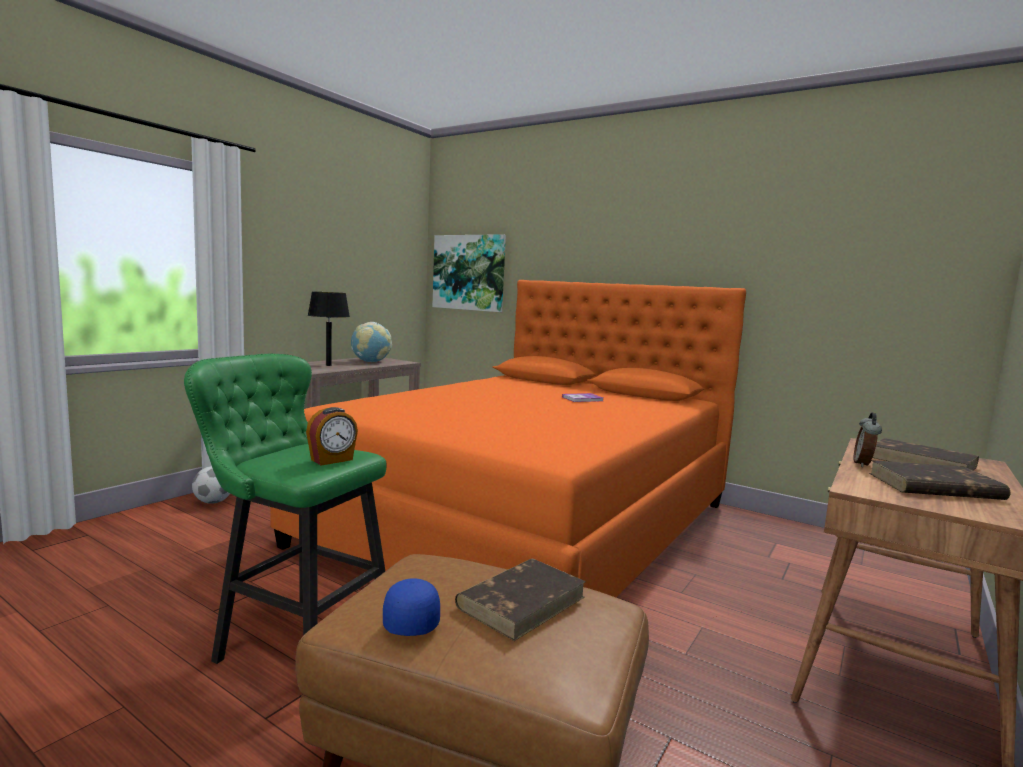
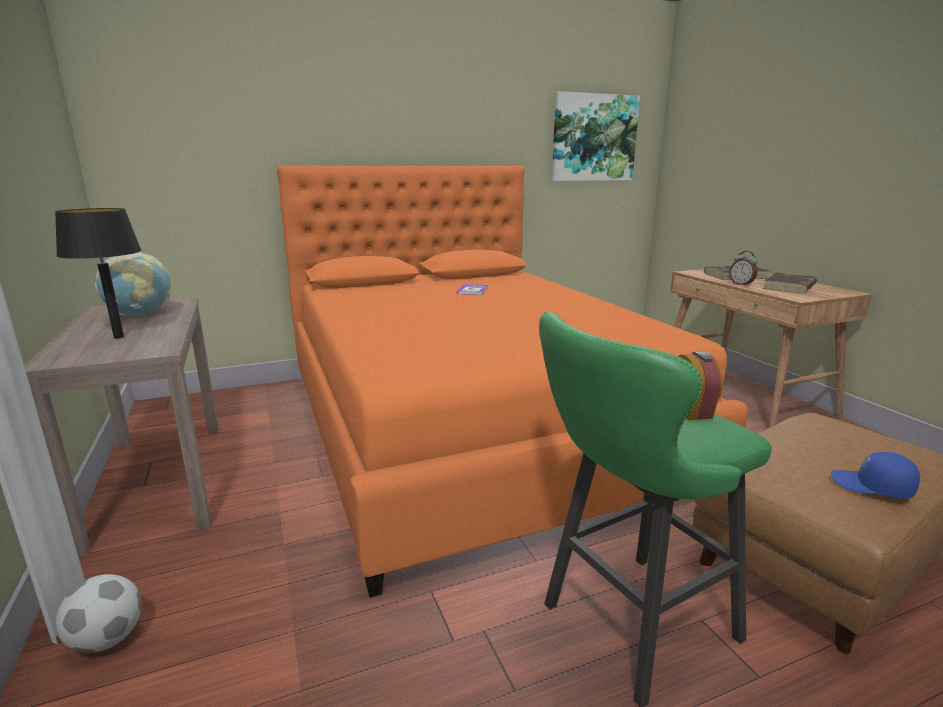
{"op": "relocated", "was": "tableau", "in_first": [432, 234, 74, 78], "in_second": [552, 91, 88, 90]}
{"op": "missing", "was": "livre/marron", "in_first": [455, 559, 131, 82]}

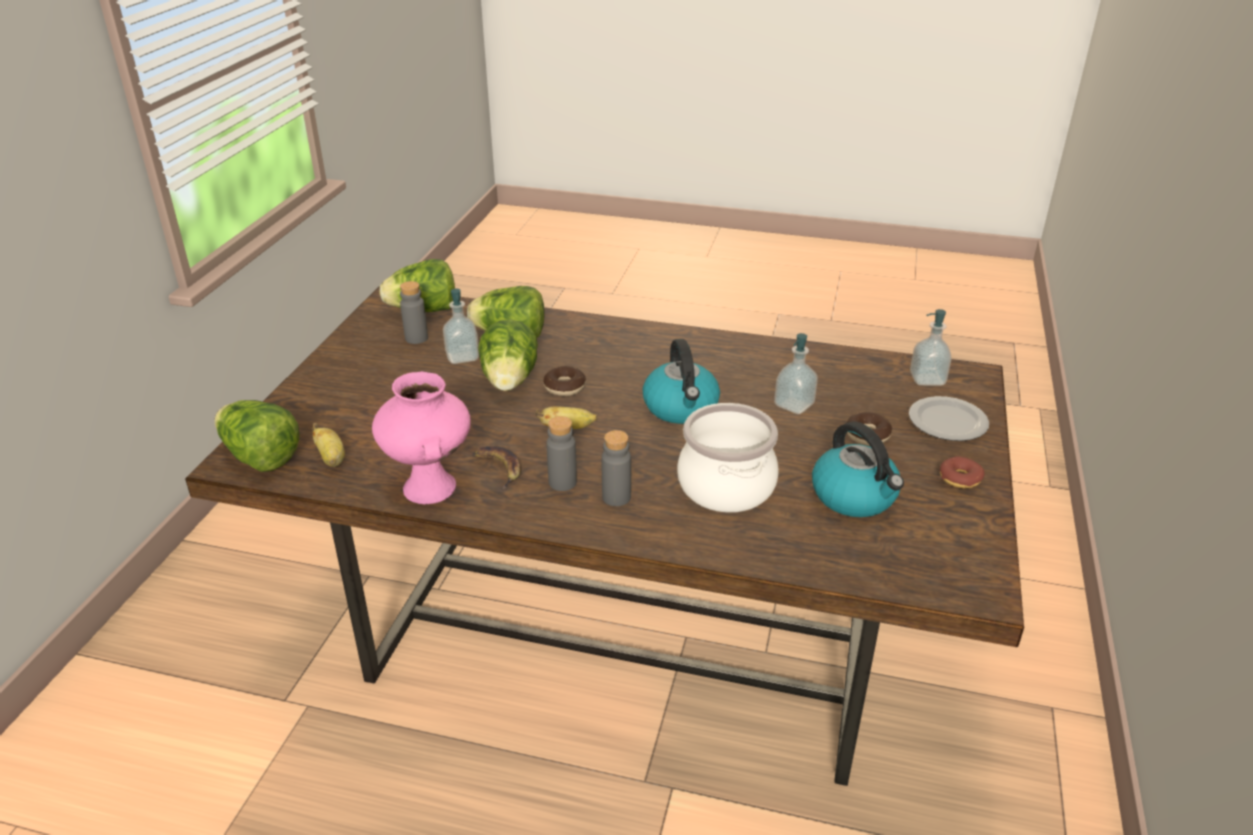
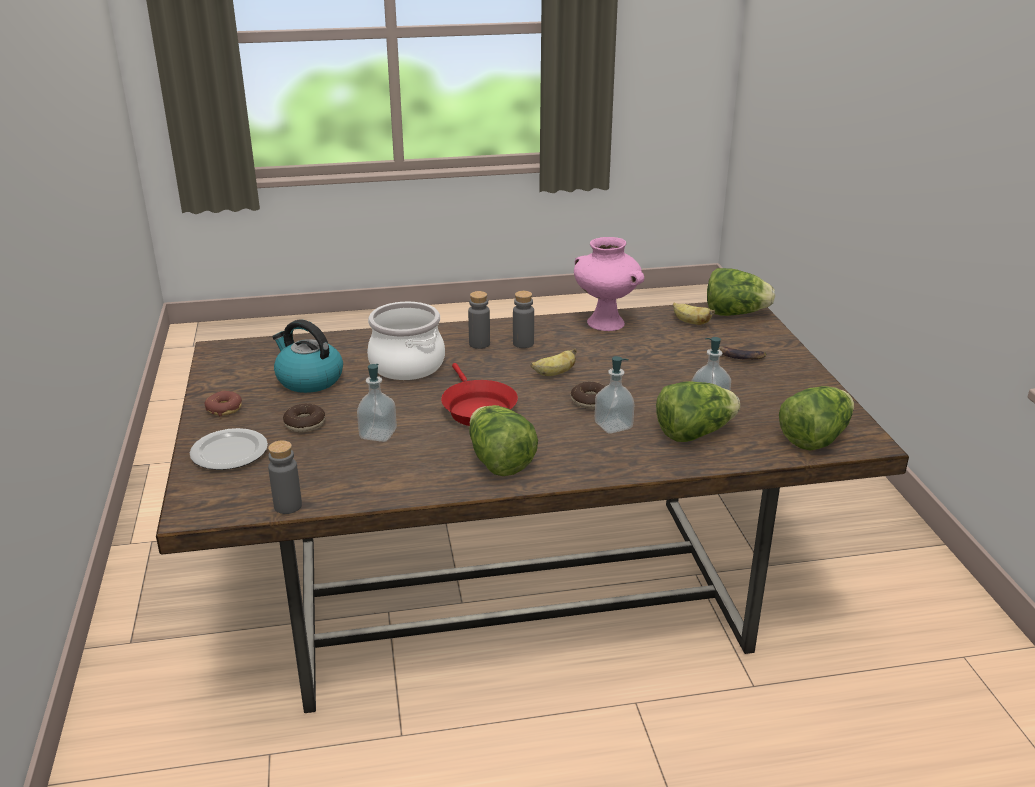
{"op": "relocated", "was": "bouteille/gris", "in_first": [400, 281, 28, 63], "in_second": [268, 440, 34, 74]}
{"op": "exchanged", "was": "bouilloire", "now": "poêle/rouge", "in_first": [643, 339, 77, 85], "in_second": [441, 363, 77, 63]}
{"op": "relocated", "was": "laitue", "in_first": [478, 319, 60, 72], "in_second": [469, 405, 69, 71]}
{"op": "relocated", "was": "distributeur de savon", "in_first": [910, 309, 42, 77], "in_second": [595, 356, 40, 78]}
{"op": "relocated", "was": "banane", "in_first": [472, 446, 49, 44], "in_second": [719, 345, 48, 15]}

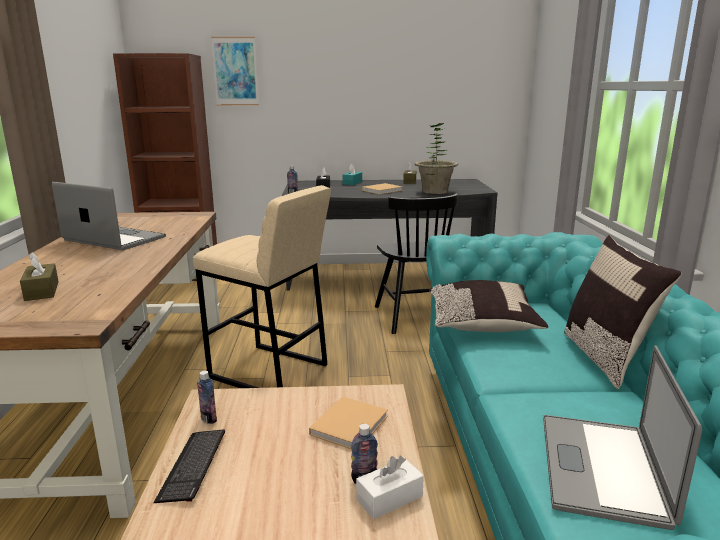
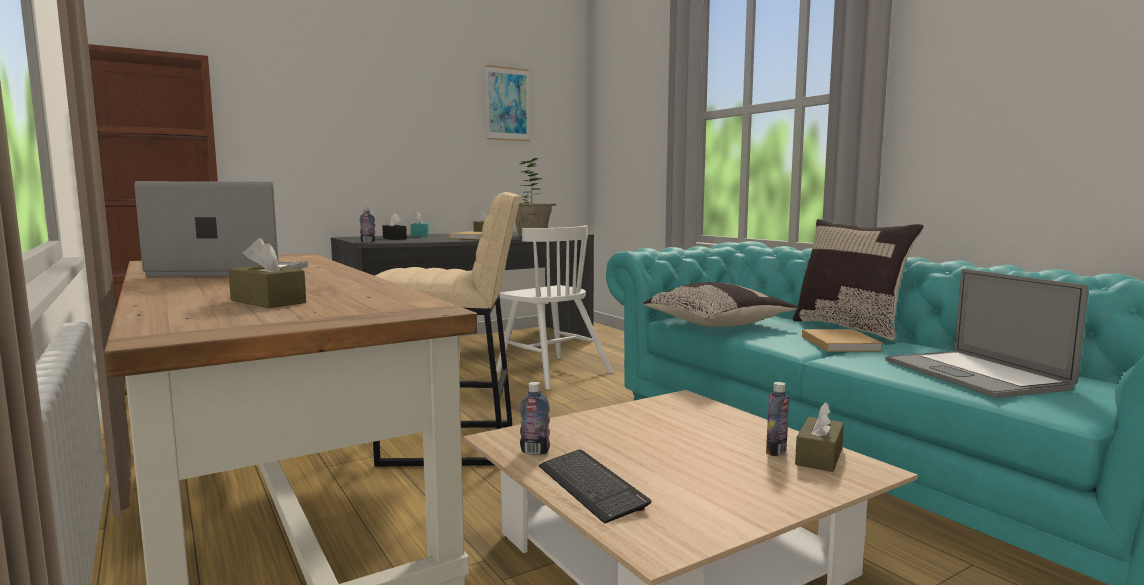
{"op": "relocated", "was": "tableau", "in_first": [211, 37, 48, 68], "in_second": [486, 65, 43, 76]}
{"op": "colour", "was": "chaise/noir", "now": "chaise/blanc", "in_first": [375, 194, 83, 140], "in_second": [496, 225, 117, 165]}
{"op": "colour", "was": "boîte à mouchoirs/blanc", "now": "boîte à mouchoirs/marron", "in_first": [356, 456, 68, 63], "in_second": [795, 402, 49, 70]}
{"op": "relocated", "was": "livre/beige", "in_first": [309, 396, 79, 53], "in_second": [802, 329, 81, 23]}

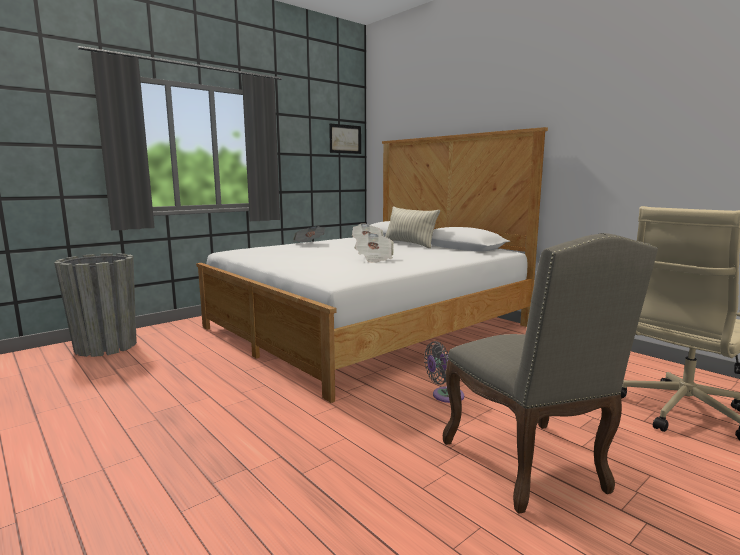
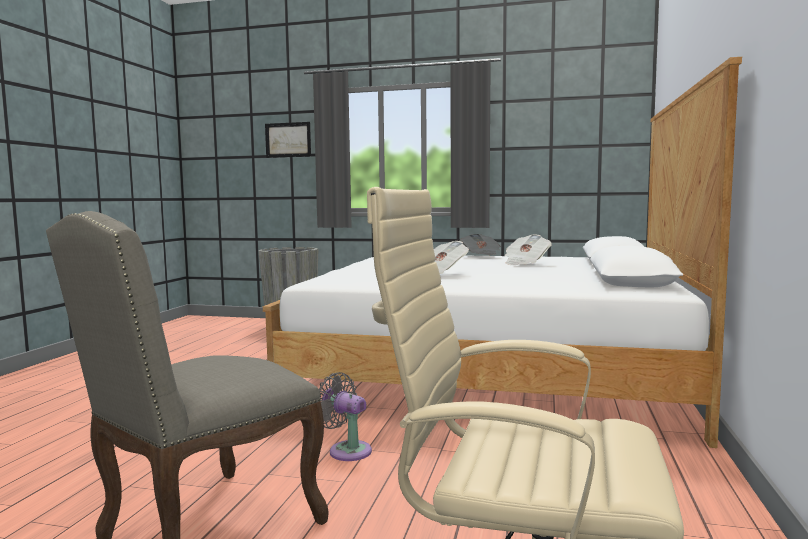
{"op": "relocated", "was": "tableau", "in_first": [329, 123, 32, 31], "in_second": [265, 122, 46, 36]}
{"op": "missing", "was": "coussin", "in_first": [385, 207, 55, 41]}

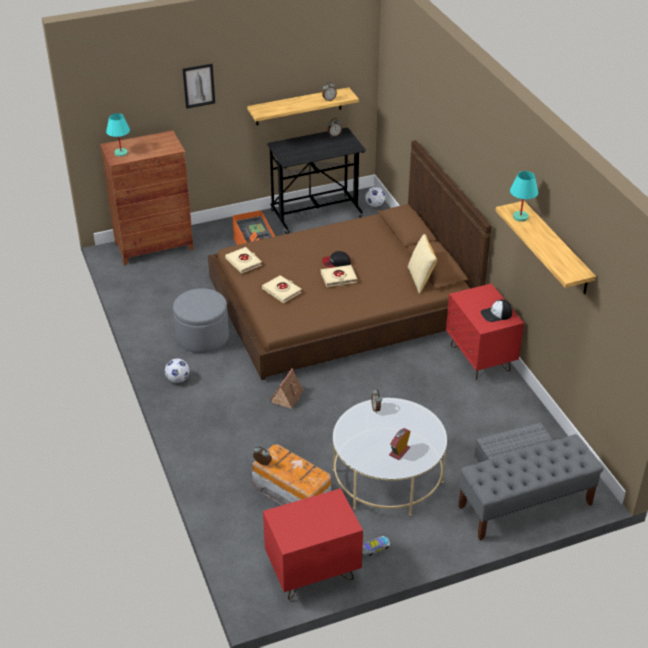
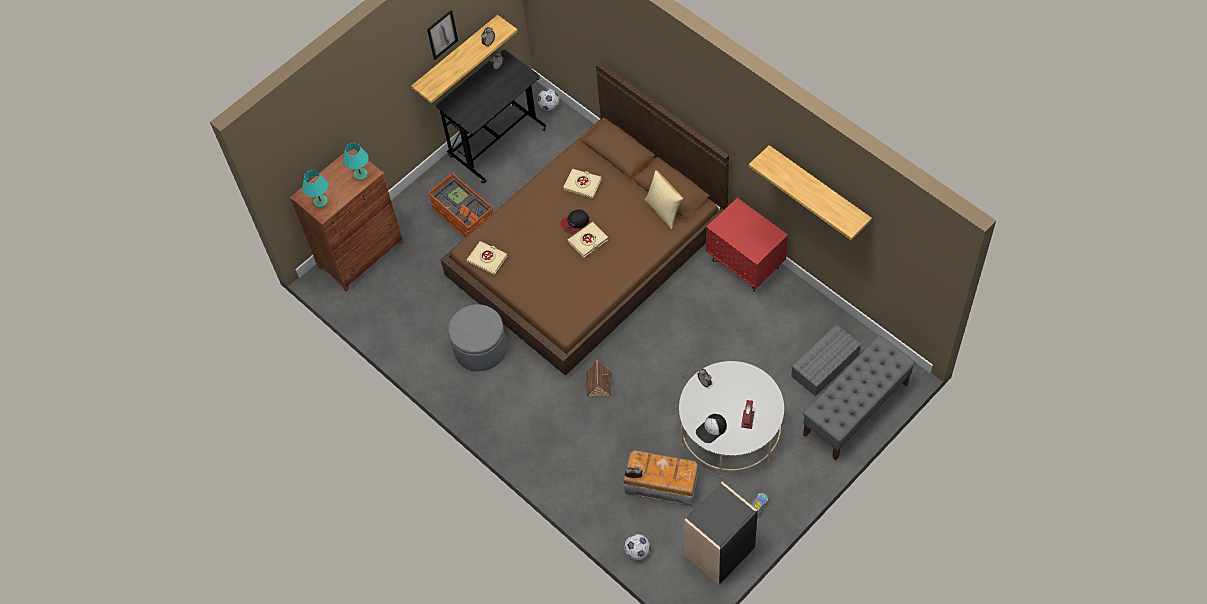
{"op": "relocated", "was": "lampe de table/turquoise", "in_first": [510, 171, 28, 51], "in_second": [343, 143, 25, 38]}
{"op": "relocated", "was": "tableau", "in_first": [183, 64, 32, 45], "in_second": [427, 10, 31, 50]}
{"op": "relocated", "was": "livre/beige", "in_first": [262, 275, 40, 28], "in_second": [563, 169, 39, 30]}
{"op": "relocated", "was": "ballon de foot", "in_first": [165, 358, 24, 25], "in_second": [624, 534, 26, 26]}
{"op": "exchanged", "was": "table de chevet/rouge", "now": "bibliothèque/noir", "in_first": [263, 488, 100, 112], "in_second": [684, 482, 74, 103]}
{"op": "relocated", "was": "casquette", "in_first": [481, 299, 31, 23], "in_second": [696, 414, 31, 29]}

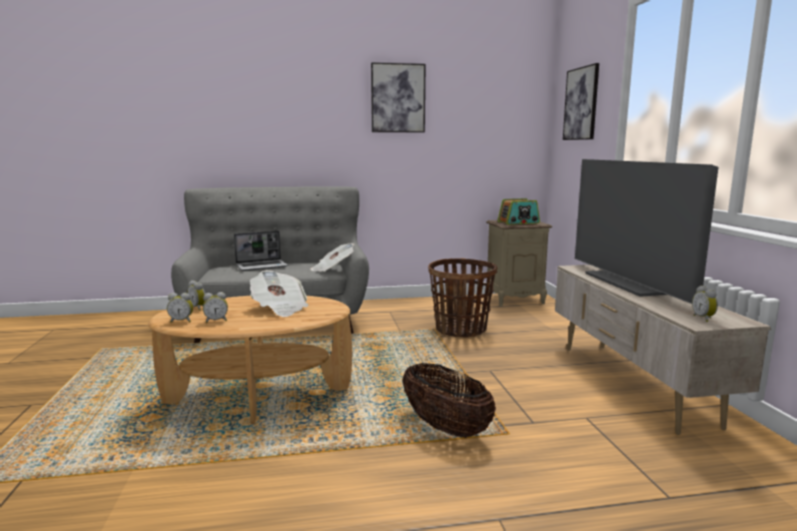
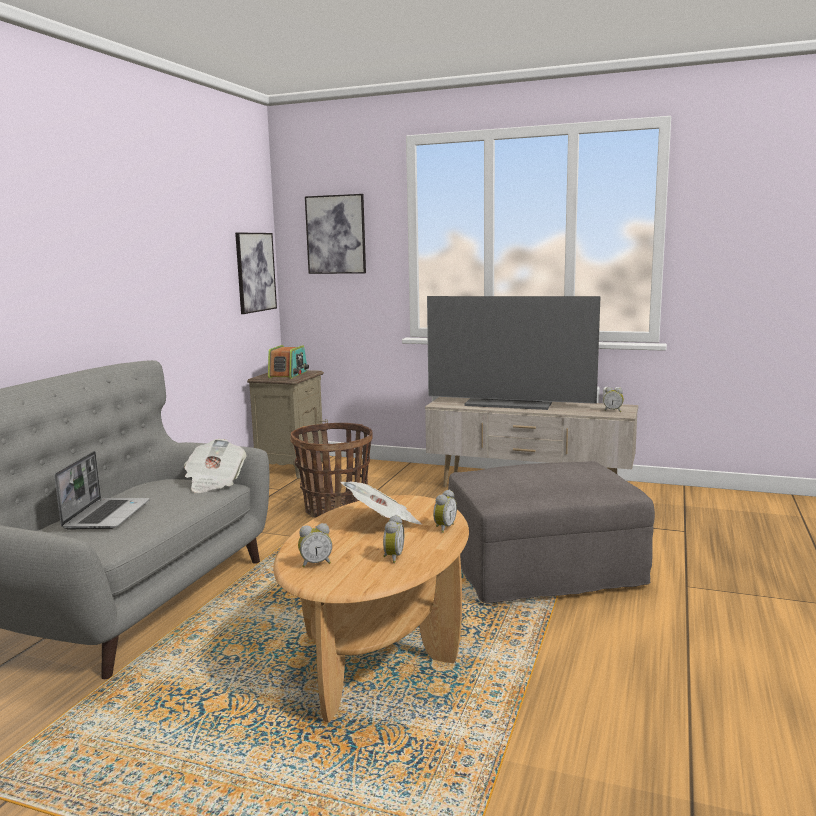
{"op": "relocated", "was": "tableau", "in_first": [371, 62, 55, 70], "in_second": [235, 233, 42, 81]}
{"op": "relocated", "was": "réveil", "in_first": [167, 293, 26, 30], "in_second": [433, 490, 24, 43]}
{"op": "exchanged", "was": "panier", "now": "pouf/gris", "in_first": [402, 363, 94, 75], "in_second": [448, 461, 207, 143]}

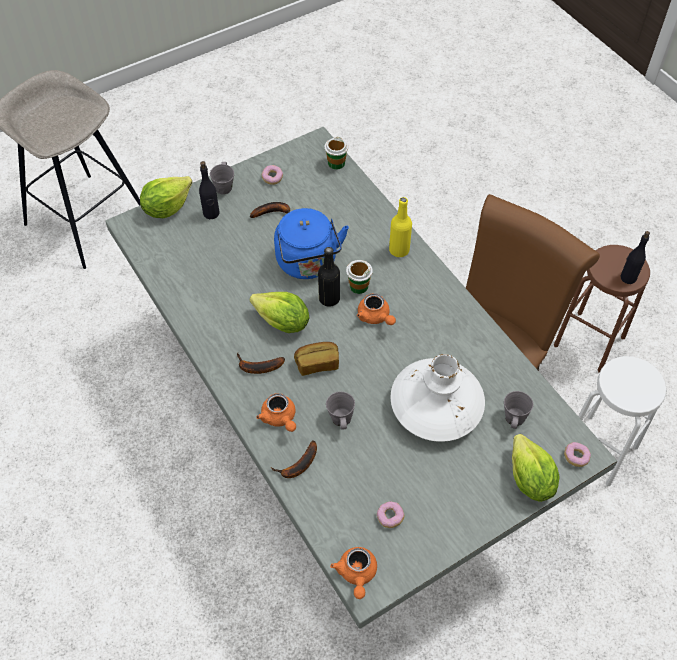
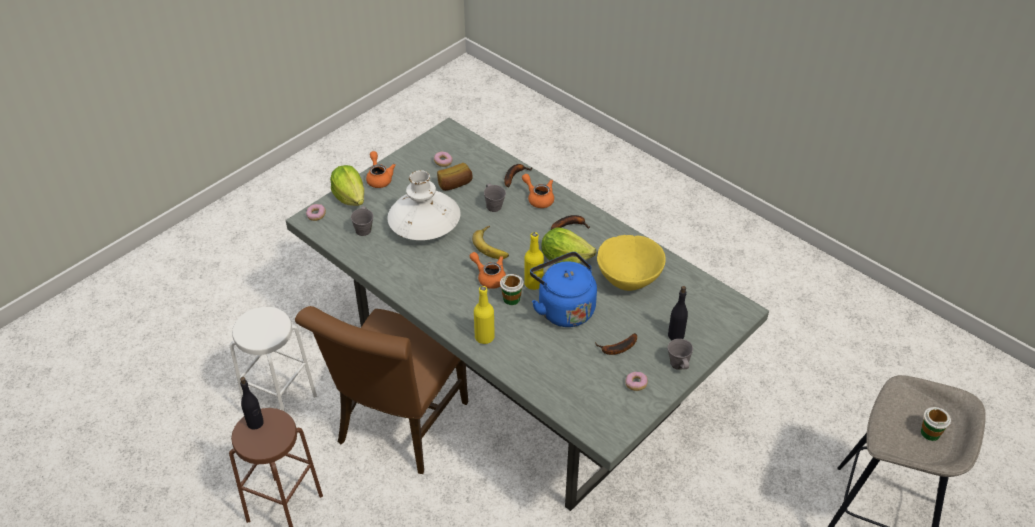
{"op": "relocated", "was": "théière/orange", "in_first": [330, 547, 47, 52], "in_second": [366, 151, 30, 37]}
{"op": "relocated", "was": "pain", "in_first": [294, 342, 45, 34], "in_second": [437, 163, 36, 28]}
{"op": "appeared", "now": "banane", "in_second": [472, 226, 37, 33]}
{"op": "colour", "was": "bouteille/noir", "now": "bouteille/jaune", "in_first": [318, 247, 22, 60], "in_second": [524, 232, 20, 58]}
{"op": "appeared", "now": "bol/jaune", "in_second": [597, 235, 69, 56]}
{"op": "relocated", "was": "tasse", "in_first": [325, 137, 23, 33], "in_second": [921, 407, 30, 34]}
{"op": "missing", "was": "laitue", "in_first": [140, 176, 53, 42]}

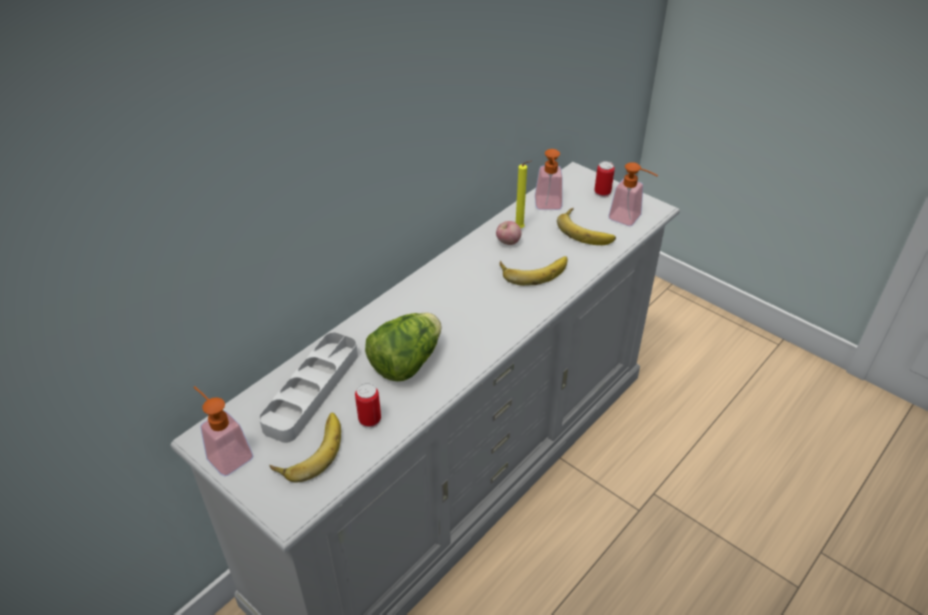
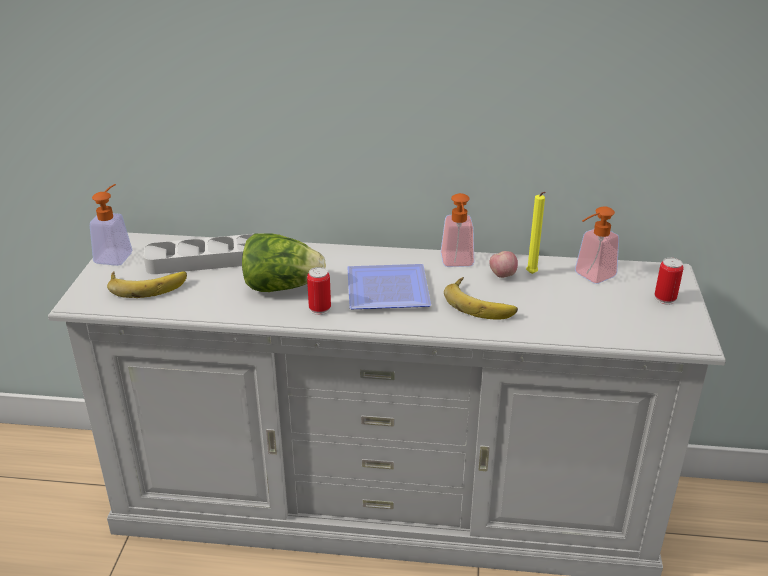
{"op": "relocated", "was": "boîte métallique", "in_first": [355, 383, 26, 45], "in_second": [307, 267, 24, 48]}
{"op": "appeared", "now": "assiette", "in_second": [347, 264, 84, 45]}
{"op": "relocated", "was": "distributeur de savon", "in_first": [609, 162, 49, 64], "in_second": [441, 193, 33, 74]}
{"op": "missing", "was": "banane", "in_first": [557, 208, 59, 37]}

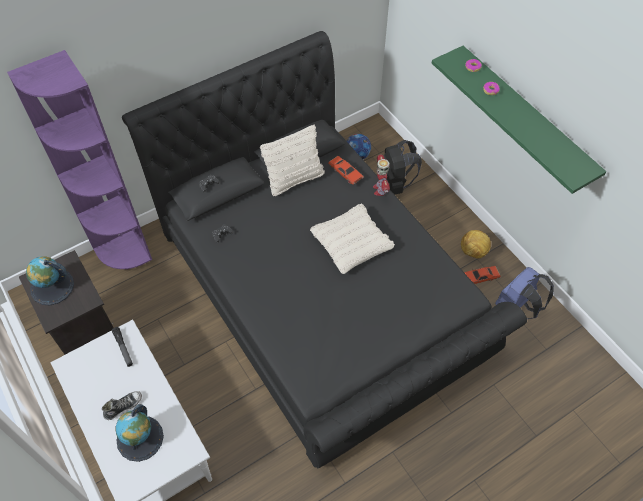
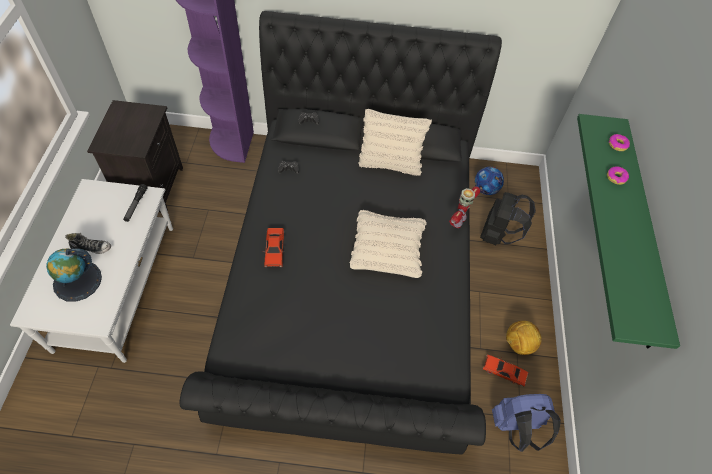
{"op": "relocated", "was": "petite voiture/rouge", "in_first": [328, 156, 36, 29], "in_second": [263, 228, 22, 39]}
{"op": "missing", "was": "globe", "in_first": [26, 256, 48, 49]}

